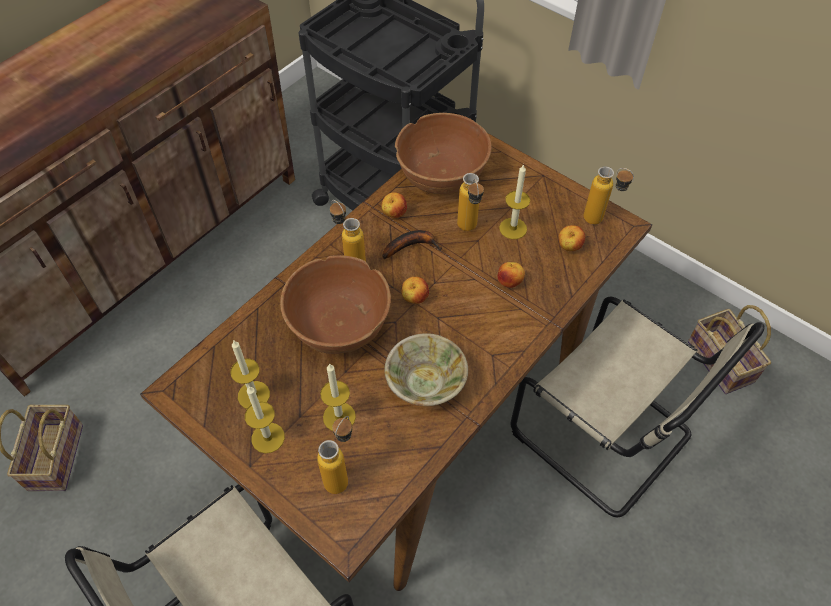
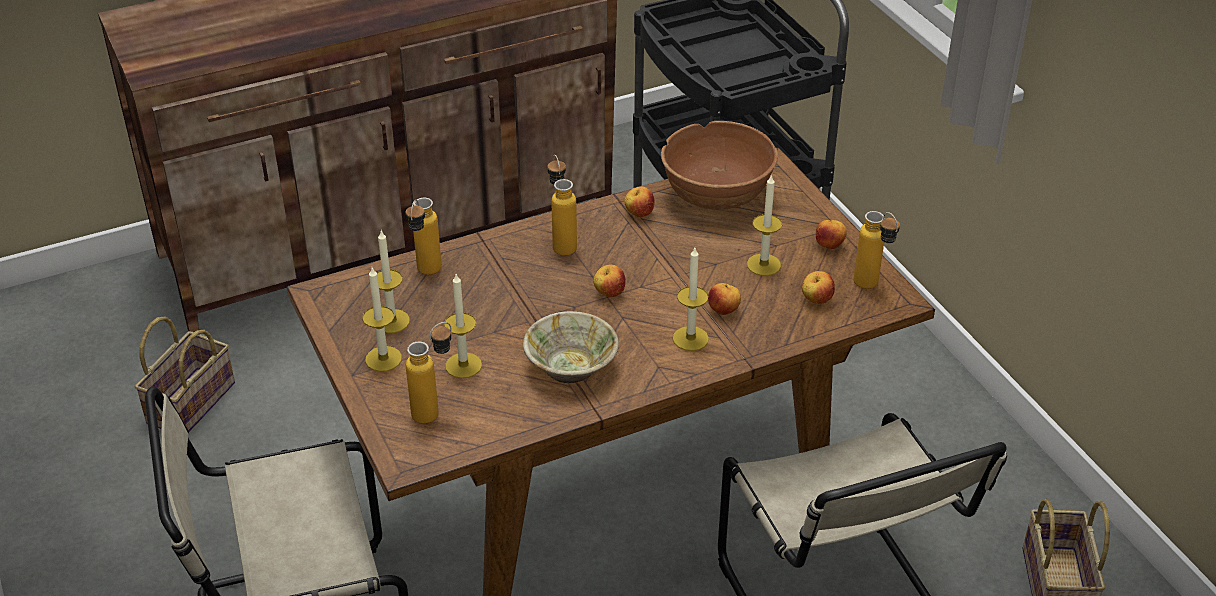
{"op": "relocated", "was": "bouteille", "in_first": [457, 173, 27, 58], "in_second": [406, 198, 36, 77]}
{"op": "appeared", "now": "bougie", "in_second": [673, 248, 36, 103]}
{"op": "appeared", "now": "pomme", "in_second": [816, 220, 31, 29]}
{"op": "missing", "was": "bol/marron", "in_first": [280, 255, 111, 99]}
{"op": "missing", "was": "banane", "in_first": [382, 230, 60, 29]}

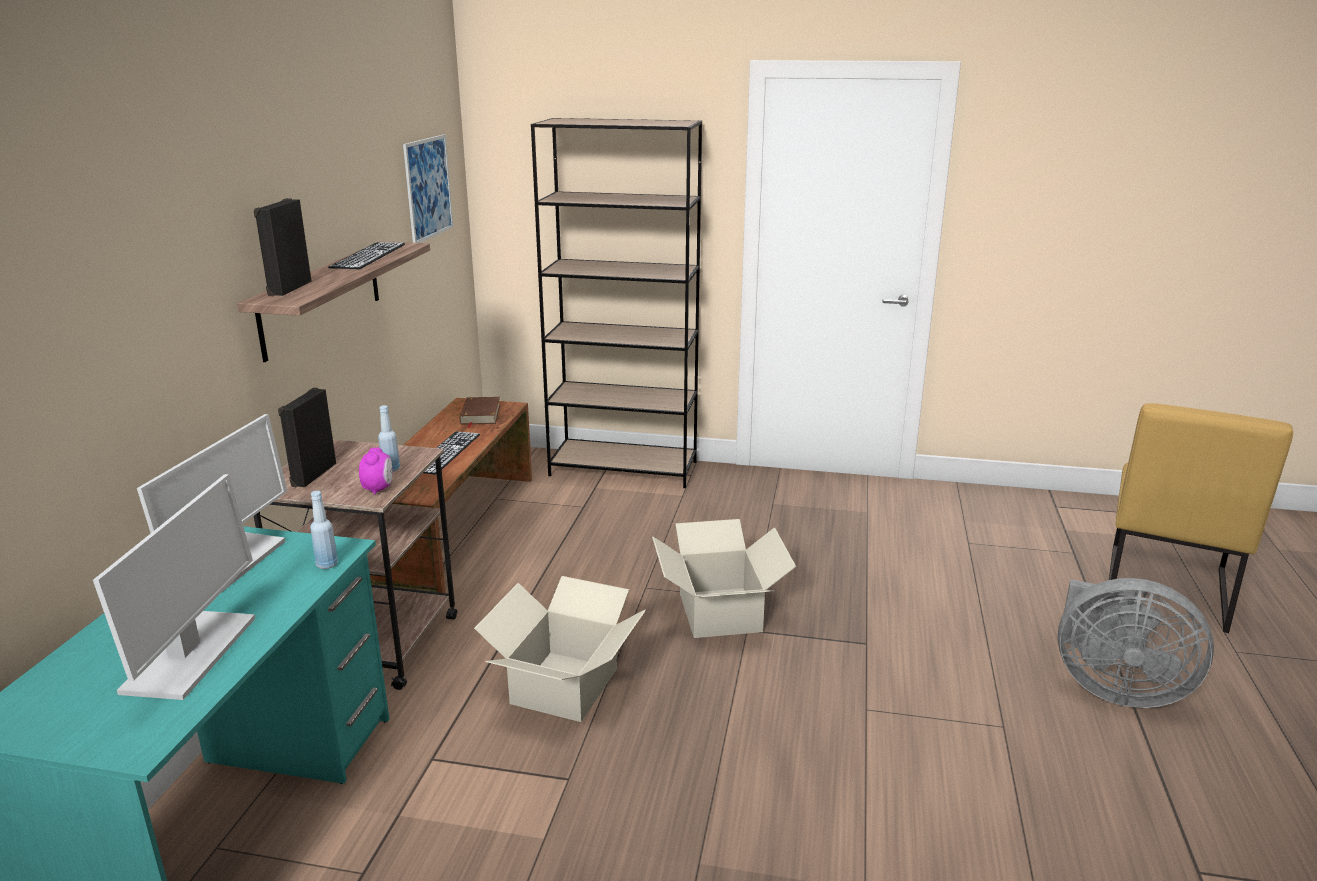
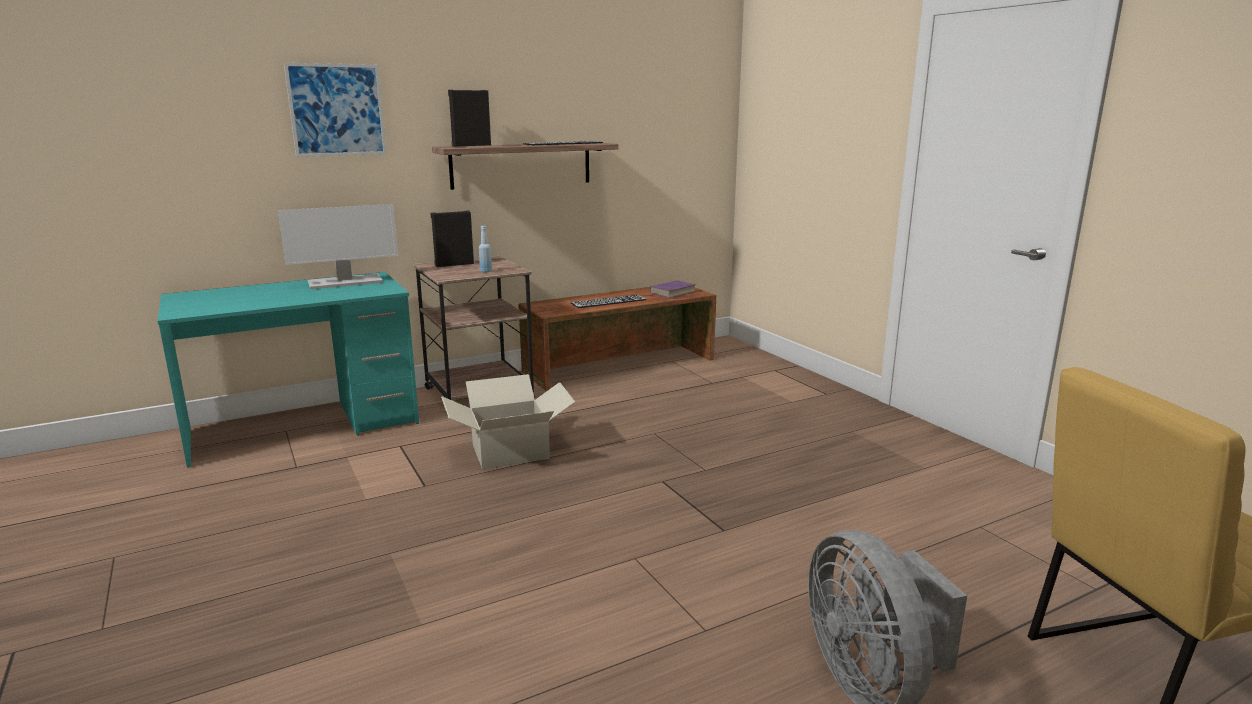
{"op": "relocated", "was": "tableau", "in_first": [403, 134, 50, 109], "in_second": [284, 63, 102, 94]}
{"op": "colour", "was": "livre/marron", "now": "livre/violet", "in_first": [460, 397, 40, 31], "in_second": [650, 280, 46, 18]}
{"op": "missing", "was": "écran d'ordinateur", "in_first": [93, 474, 162, 226]}
{"op": "missing", "was": "bouteille/bleu", "in_first": [310, 491, 28, 78]}
{"op": "missing", "was": "réveil", "in_first": [359, 448, 33, 47]}
{"op": "missing", "was": "bibliothèque/beige", "in_first": [531, 118, 171, 370]}
{"op": "missing", "was": "carton", "in_first": [652, 519, 144, 119]}

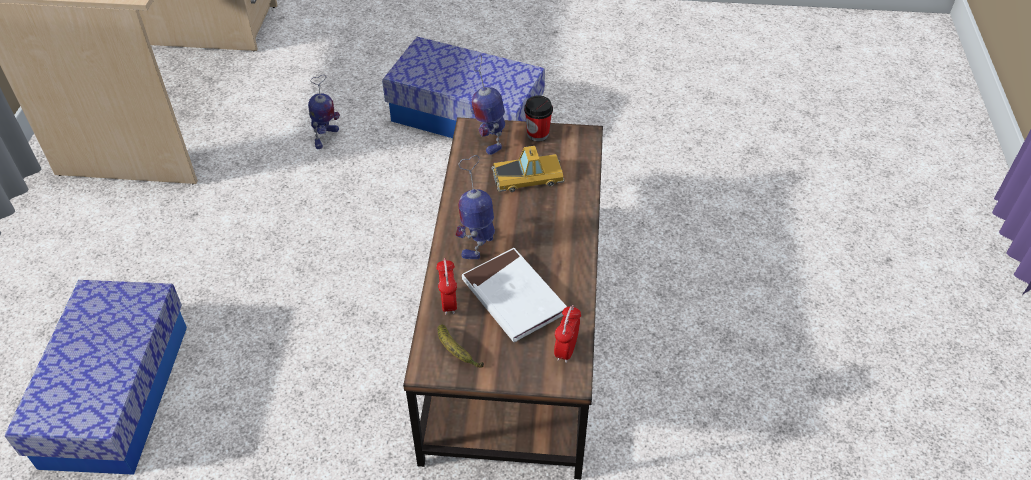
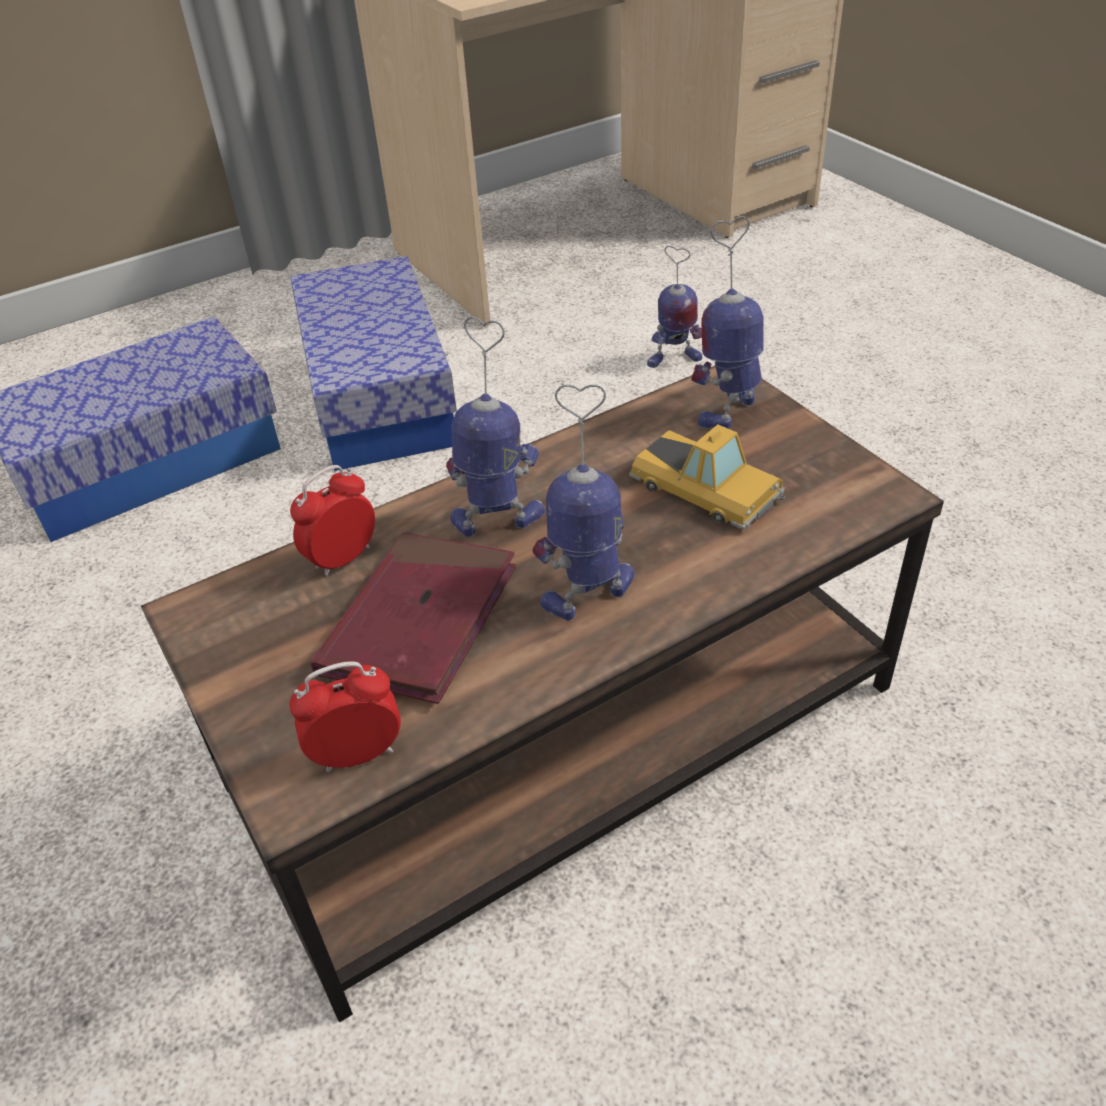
{"op": "relocated", "was": "boîte de rangement", "in_first": [382, 37, 163, 101], "in_second": [290, 256, 167, 215]}
{"op": "colour", "was": "livre/blanc", "now": "livre/rouge", "in_first": [462, 248, 105, 94], "in_second": [311, 532, 205, 172]}
{"op": "appeared", "now": "robot jouet", "in_second": [533, 385, 101, 236]}
{"op": "missing", "was": "banane", "in_first": [437, 324, 47, 44]}
{"op": "missing", "was": "tasse", "in_first": [524, 95, 29, 46]}

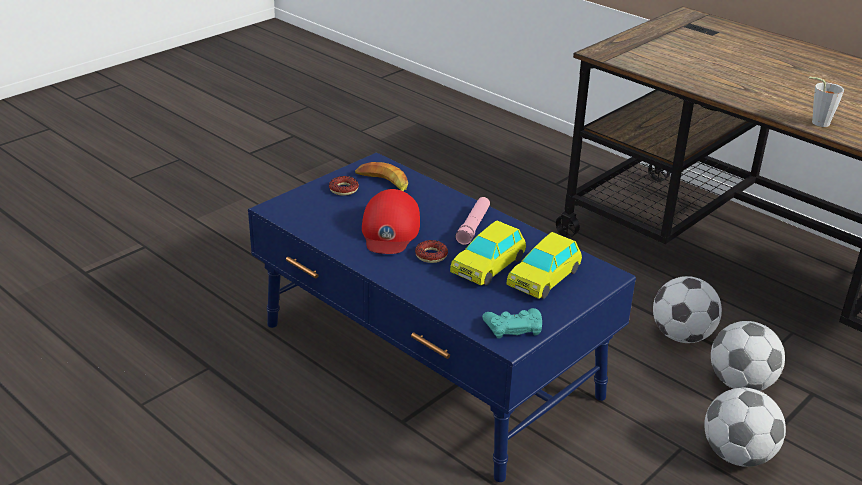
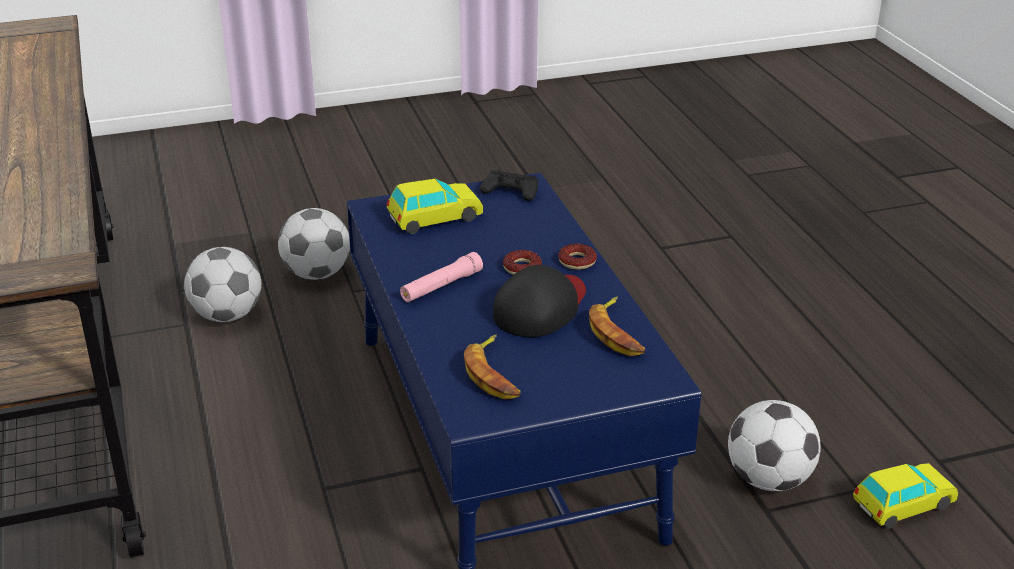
{"op": "colour", "was": "manette/turquoise", "now": "manette/noir", "in_first": [482, 308, 60, 31], "in_second": [480, 170, 58, 31]}
{"op": "colour", "was": "casquette/rouge", "now": "casquette/noir", "in_first": [362, 189, 58, 65], "in_second": [493, 265, 93, 72]}
{"op": "relocated", "was": "beignet", "in_first": [329, 176, 30, 20], "in_second": [558, 243, 39, 27]}
{"op": "appeared", "now": "banane", "in_second": [589, 296, 56, 60]}
{"op": "relocated", "was": "ballon de foot", "in_first": [653, 276, 69, 67], "in_second": [728, 400, 93, 91]}
{"op": "relocated", "was": "petite voiture", "in_first": [450, 221, 76, 65], "in_second": [853, 463, 105, 65]}
{"op": "missing", "was": "tasse/gris", "in_first": [809, 77, 35, 50]}

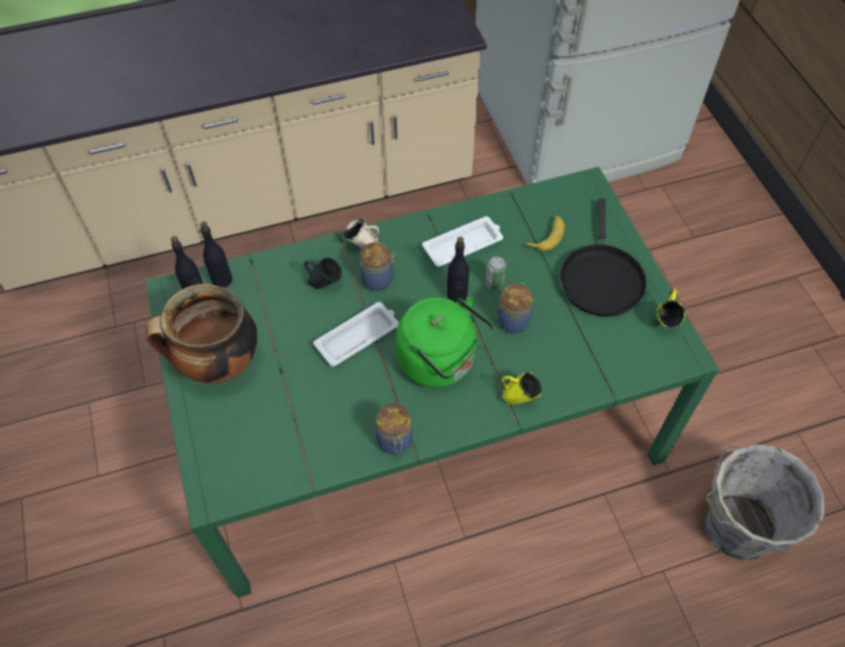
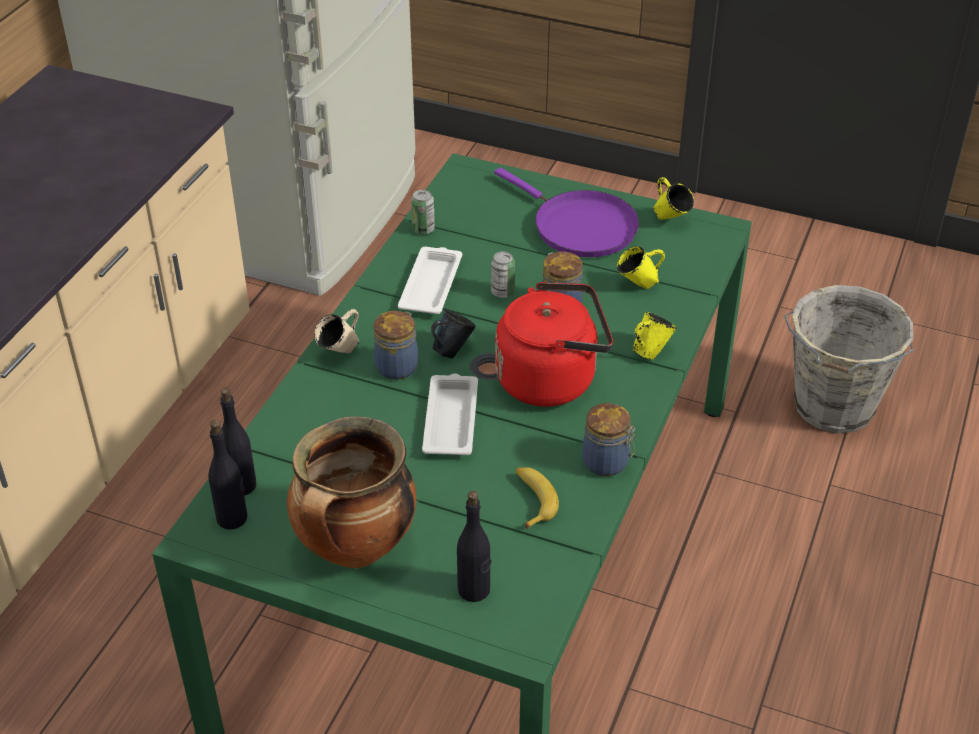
{"op": "appeared", "now": "boîte métallique", "in_second": [411, 190, 24, 45]}
{"op": "relocated", "was": "mug/bleu", "in_first": [304, 257, 38, 32], "in_second": [431, 310, 44, 49]}
{"op": "relocated", "was": "bouteille/noir", "in_first": [447, 237, 22, 66], "in_second": [457, 491, 34, 111]}
{"op": "colour", "was": "poêle/noir", "now": "poêle/violet", "in_first": [560, 198, 87, 118], "in_second": [494, 167, 145, 90]}
{"op": "colour", "was": "bouilloire/vert", "now": "bouilloire/rouge", "in_first": [396, 296, 98, 92], "in_second": [495, 282, 118, 125]}
{"op": "relocated", "was": "banane", "in_first": [525, 215, 40, 36], "in_second": [516, 467, 43, 62]}
{"op": "appeared", "now": "mug/jaune", "in_second": [617, 246, 48, 43]}

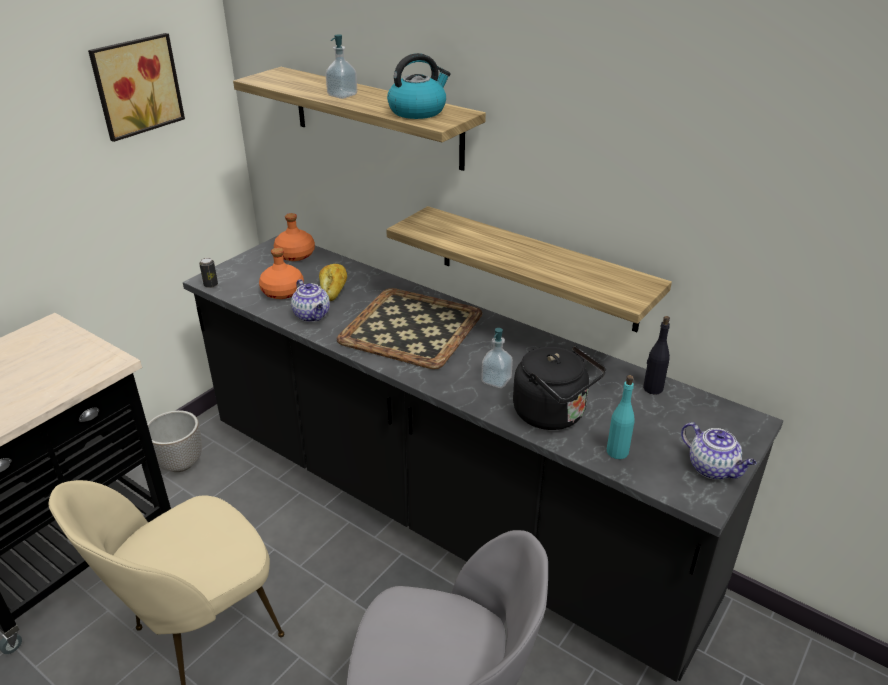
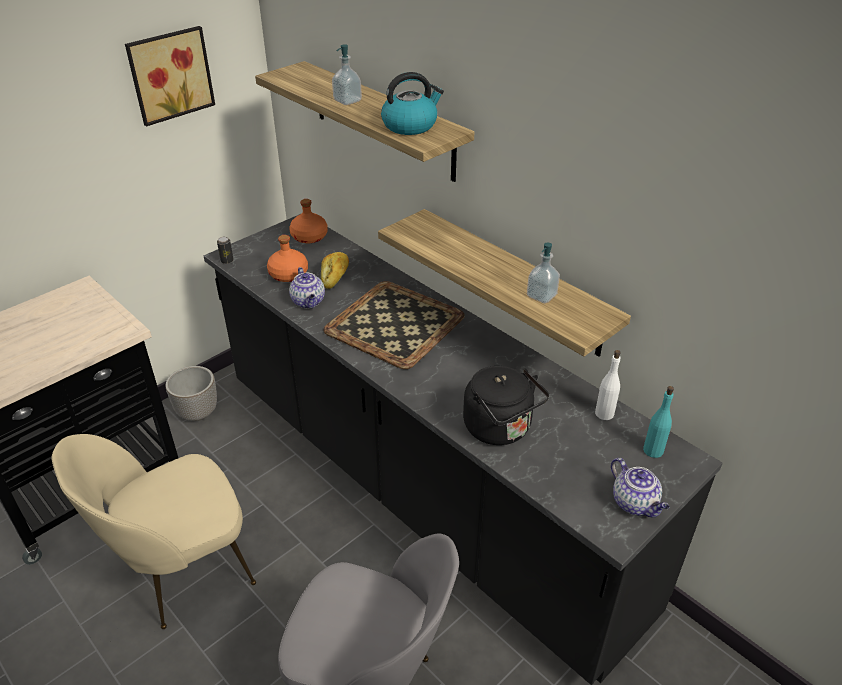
{"op": "relocated", "was": "distributeur de savon", "in_first": [481, 328, 32, 60], "in_second": [527, 242, 33, 61]}
{"op": "colour", "was": "bouteille/noir", "now": "bouteille/blanc", "in_first": [643, 316, 27, 79], "in_second": [595, 350, 26, 70]}
{"op": "relocated", "was": "bouteille/turquoise", "in_first": [607, 375, 28, 84], "in_second": [643, 386, 31, 72]}

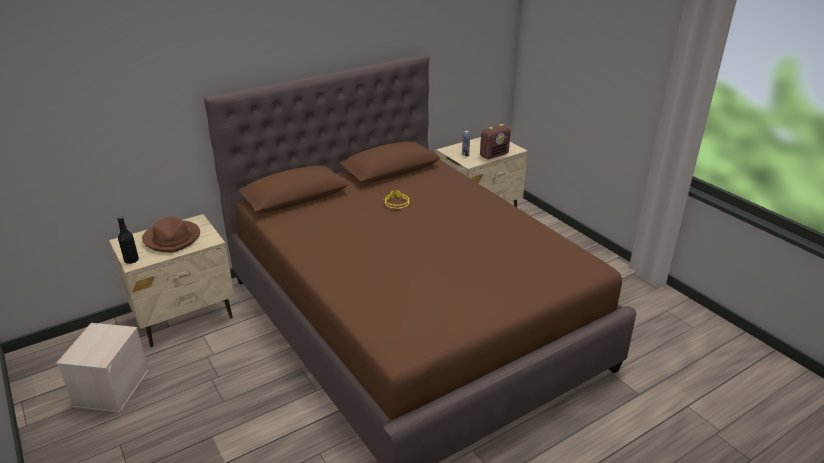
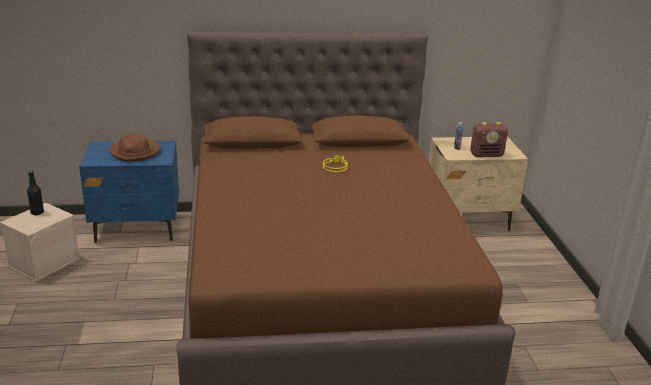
{"op": "relocated", "was": "bouteille/noir", "in_first": [117, 216, 22, 48], "in_second": [27, 171, 17, 44]}
{"op": "colour", "was": "table de chevet/beige", "now": "table de chevet/bleu", "in_first": [109, 214, 126, 133], "in_second": [79, 141, 100, 102]}

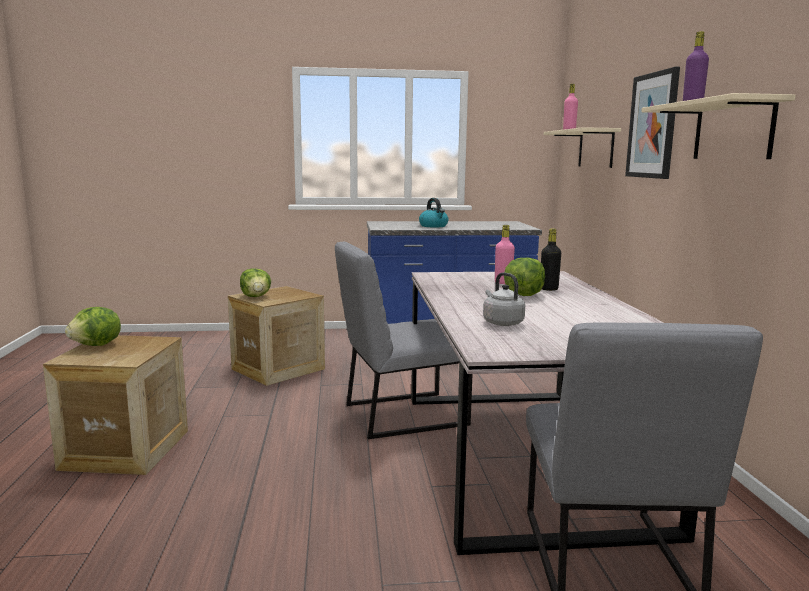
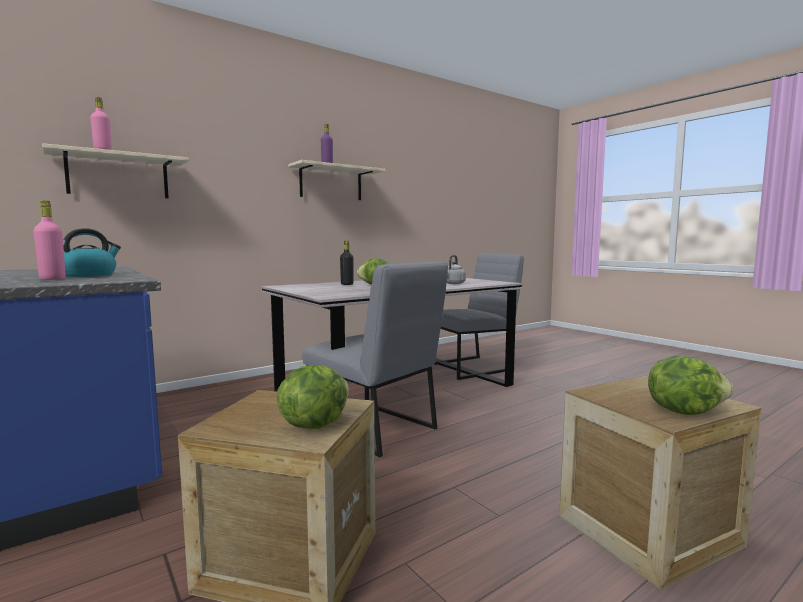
{"op": "relocated", "was": "bouteille/rose", "in_first": [495, 225, 20, 59], "in_second": [34, 200, 32, 80]}
{"op": "missing", "was": "tableau", "in_first": [625, 67, 55, 112]}

